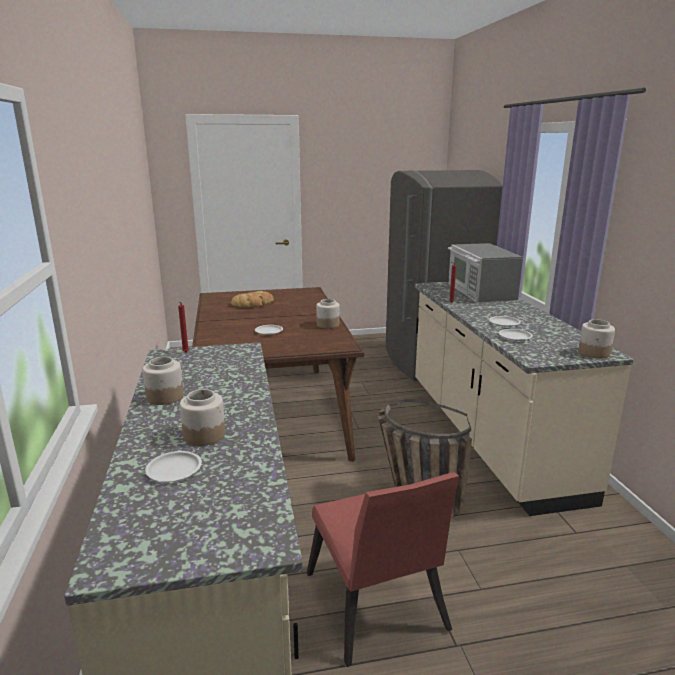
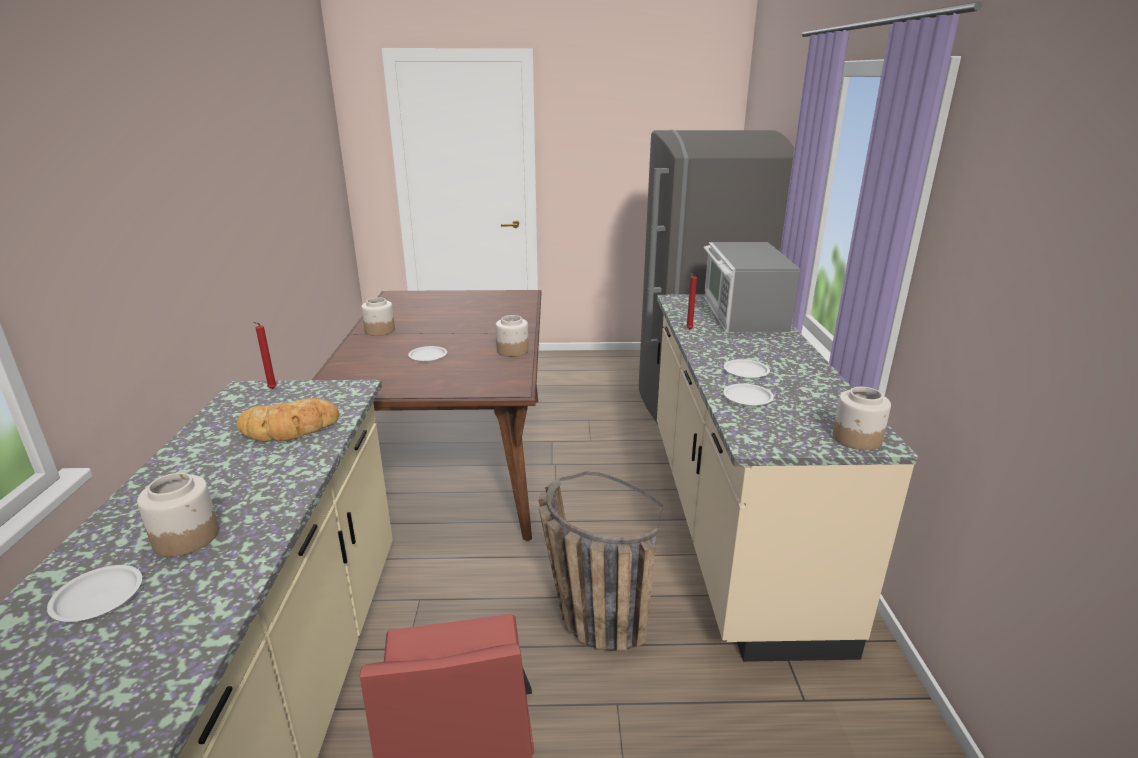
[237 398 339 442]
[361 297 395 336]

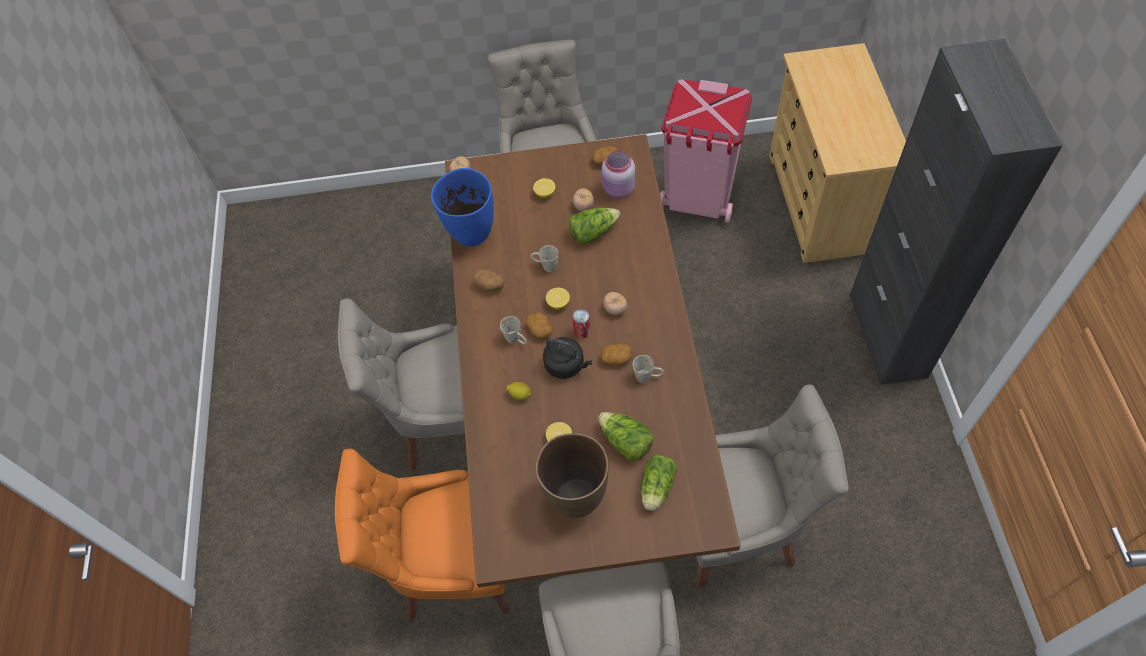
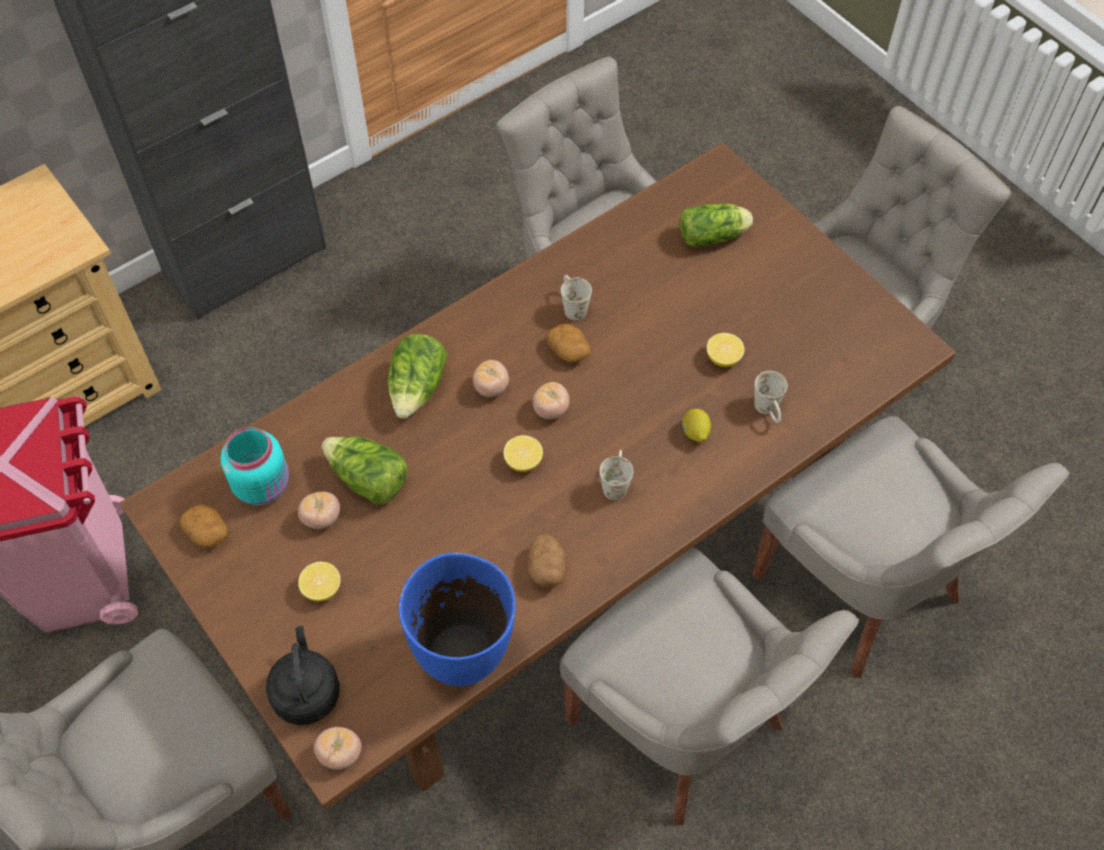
[221 427 289 505]
[266 626 340 725]
[387 334 447 419]
[533 382 569 419]
[753 416 1070 678]
[754 371 787 423]
[525 312 553 339] (first image)
[536 433 609 518] (first image)

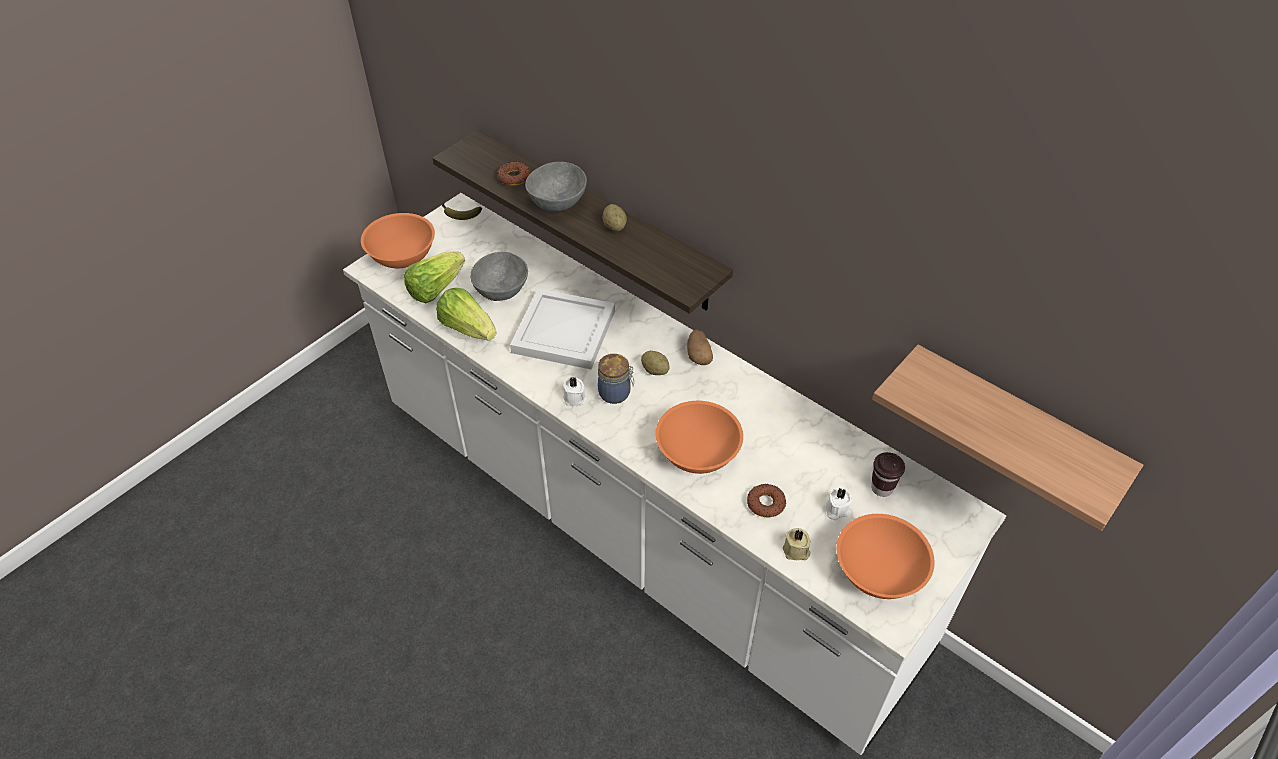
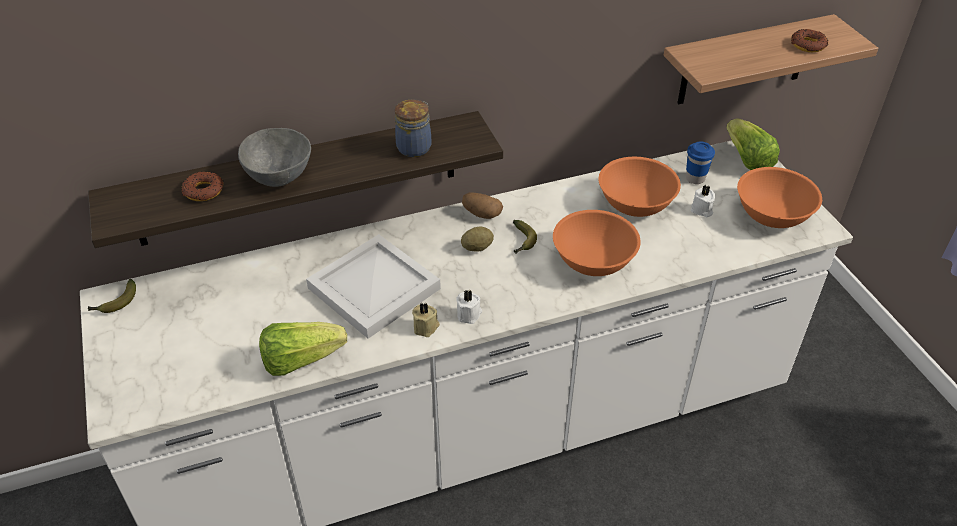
[395 99 431 157]
[412 302 440 337]
[513 220 537 254]
[599 157 681 217]
[686 142 715 184]
[726 119 780 170]
[791 29 828 52]
[470 252 528 301] (first image)
[603 204 627 231] (first image)

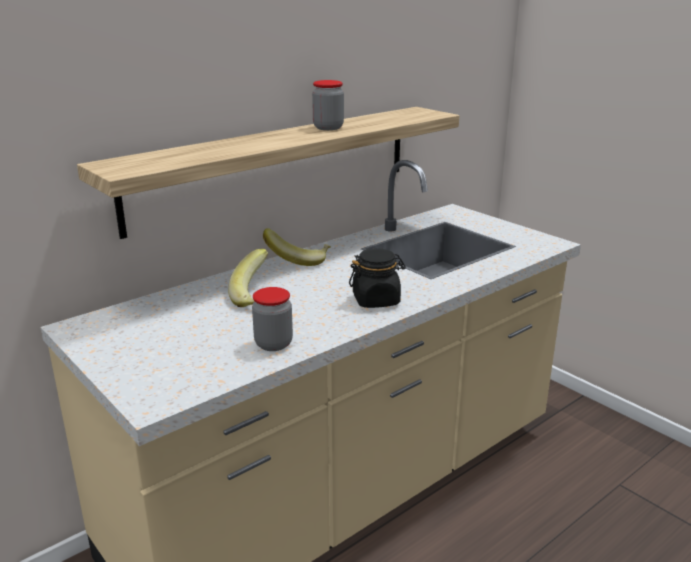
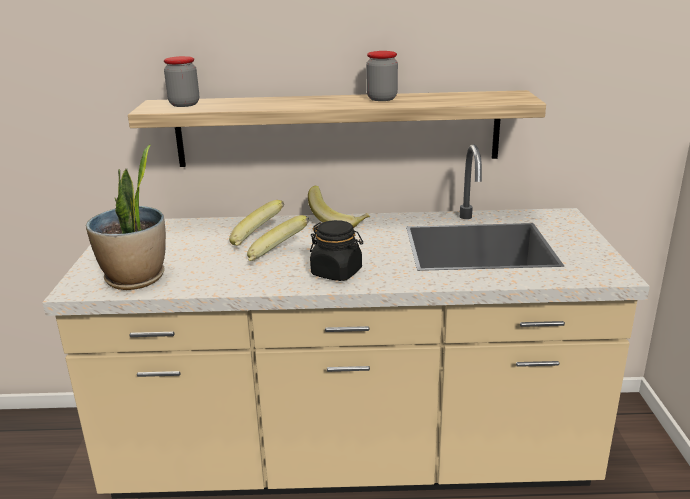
[86 144 166 290]
[164 56 199 107]
[247 215 309 261]

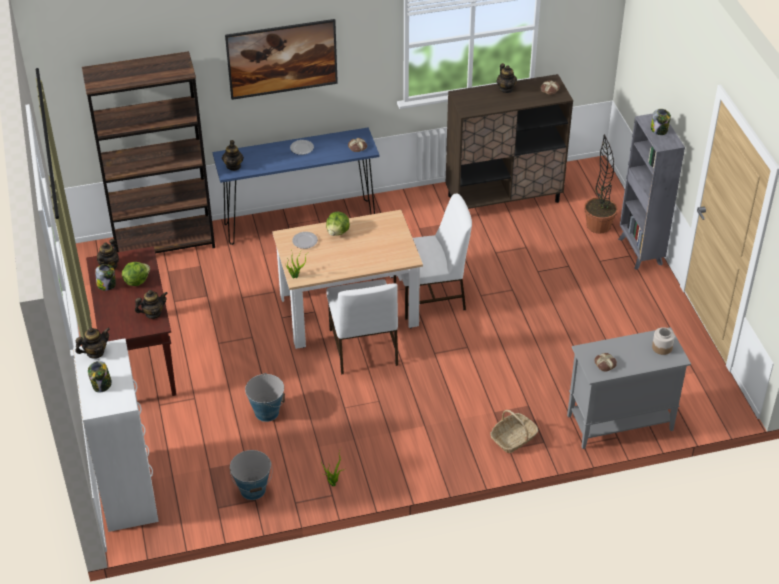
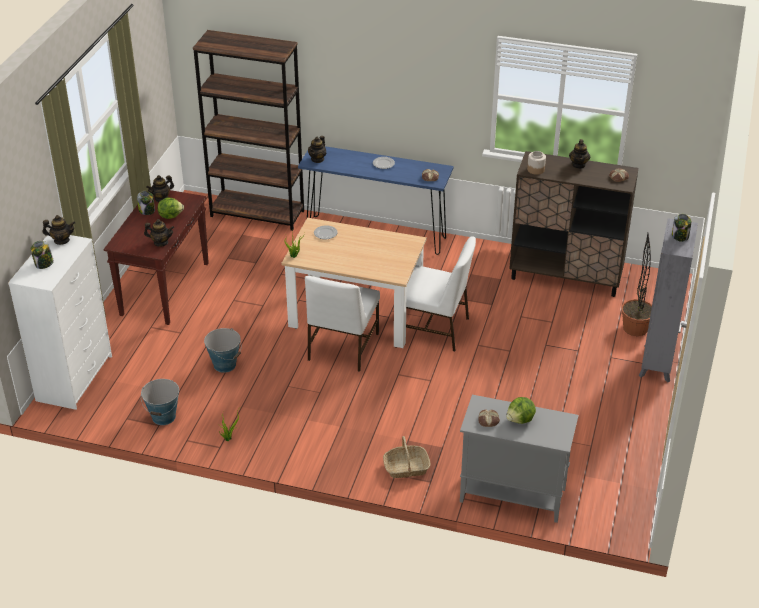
[506 397 536 424]
[527 151 546 175]
[225 19 338 100] (first image)

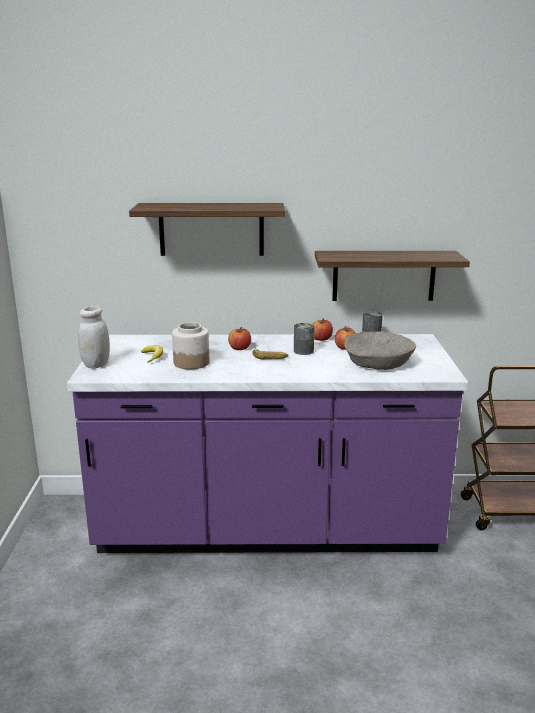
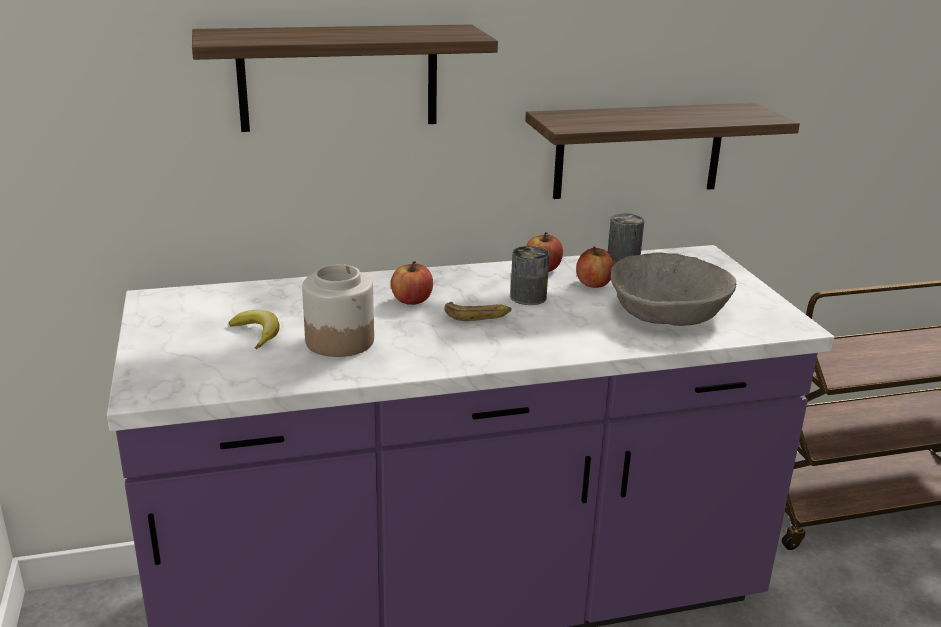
[78 306 110 369] (first image)

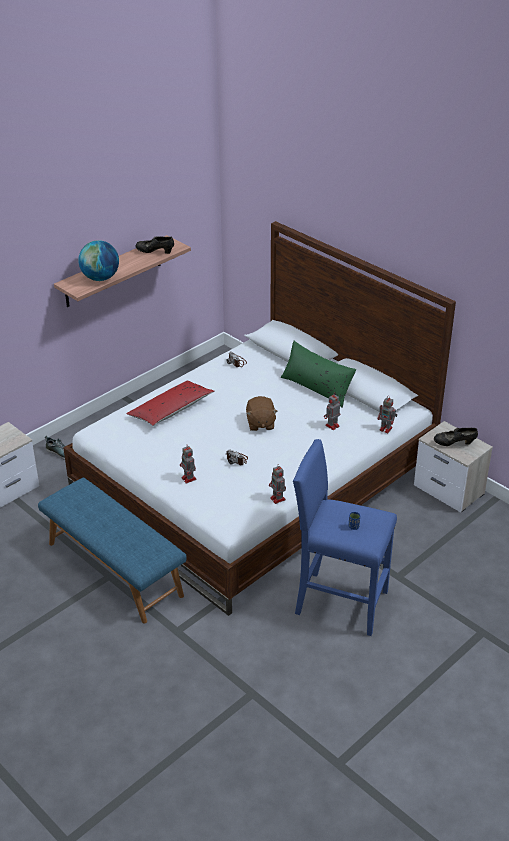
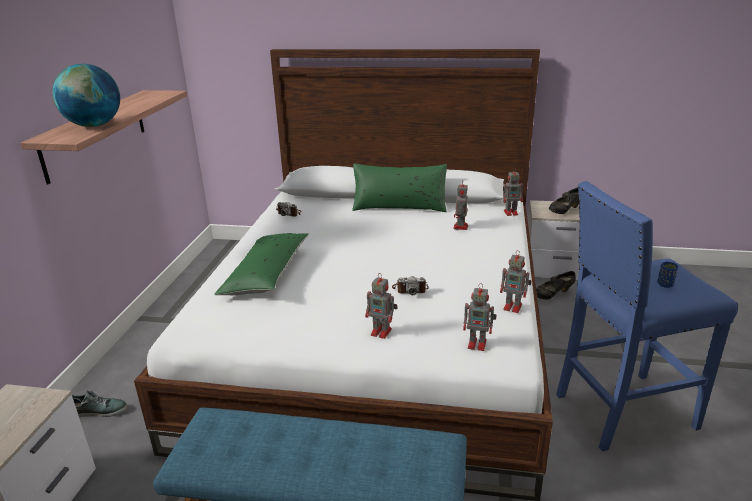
[214 233 309 295]
[463 283 497 351]
[536 271 576 299]
[246 396 278 431] (first image)

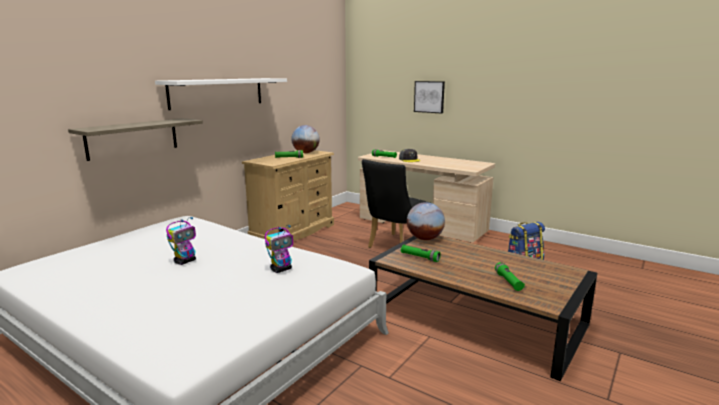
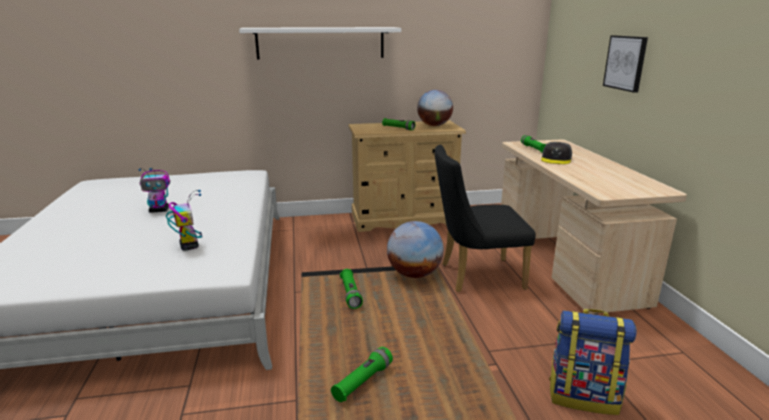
[166 190 202 251]
[68 118 203 161] (first image)

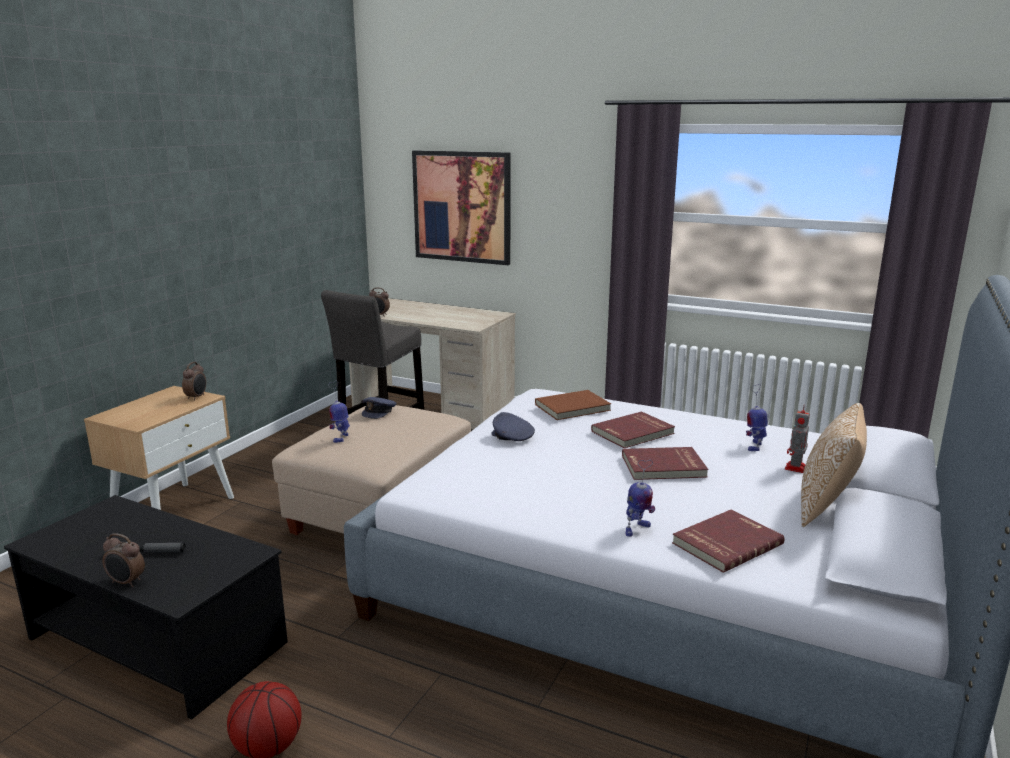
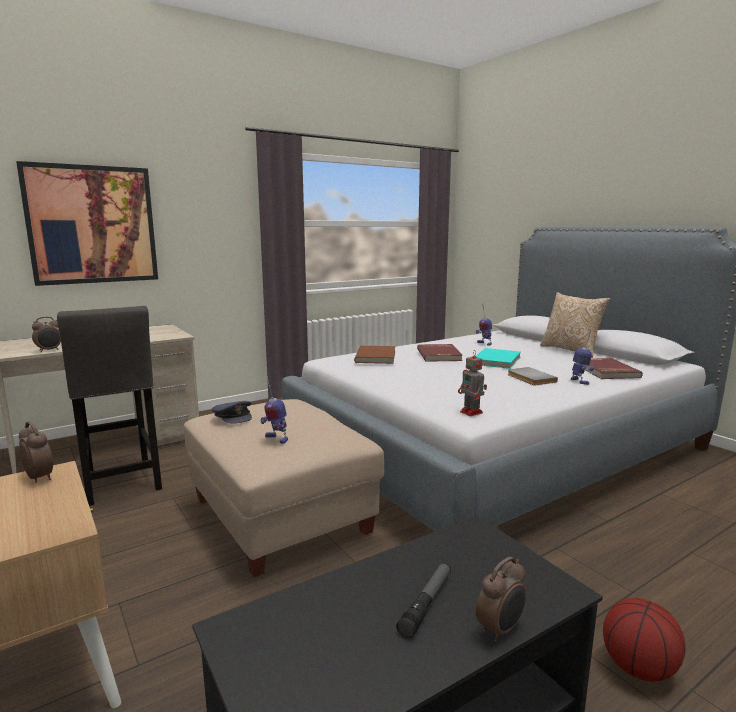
[458 351 487 416]
[476 348 520 369]
[508 367 558 385]
[491 412 535 441] (first image)

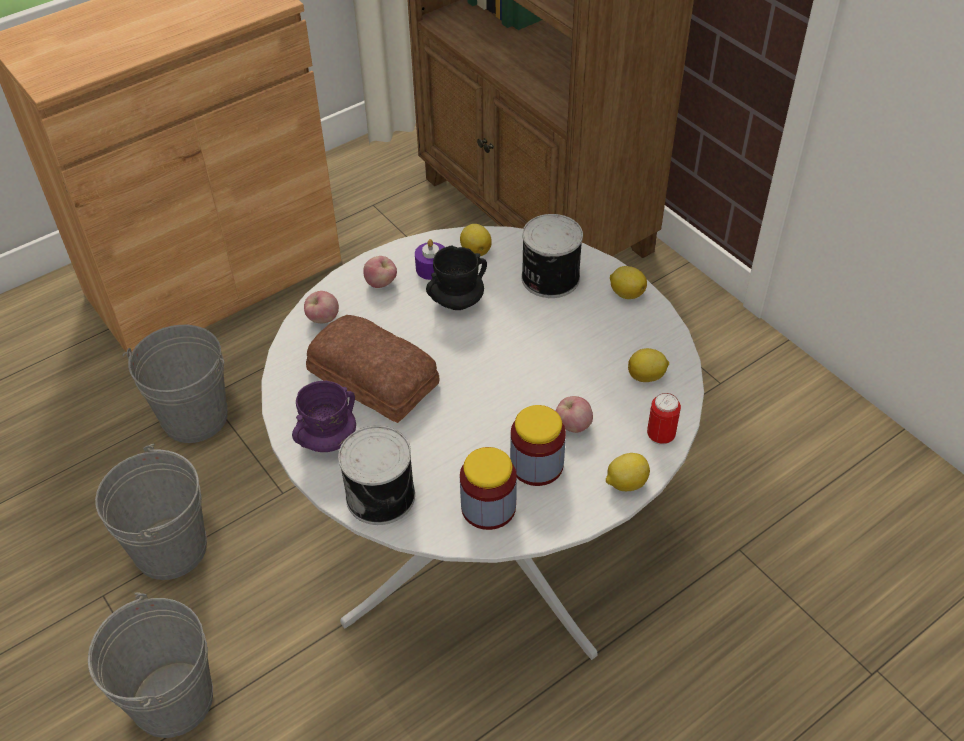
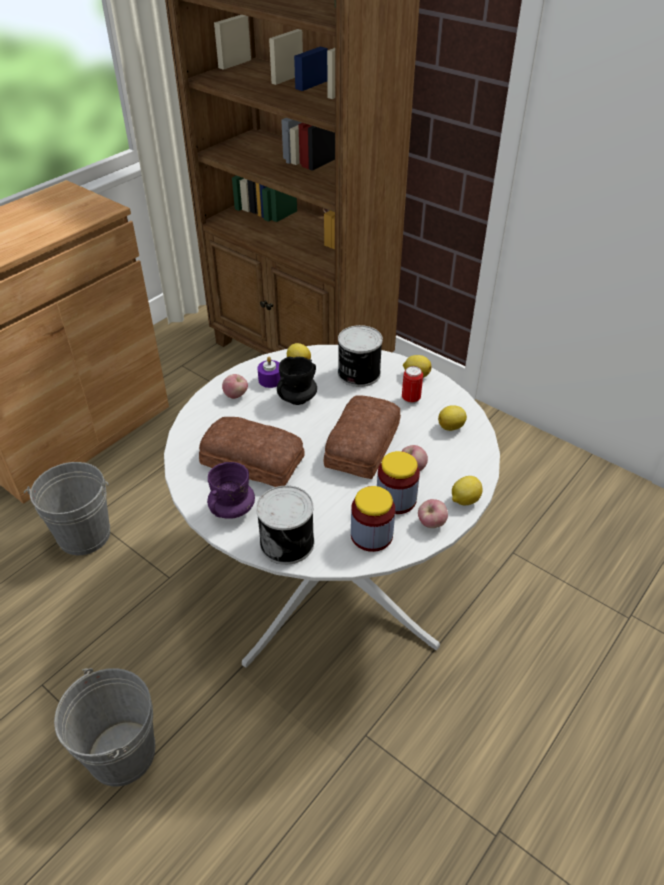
[324 395 401 479]
[402 366 423 404]
[418 499 448 528]
[95 444 207 580] (first image)

